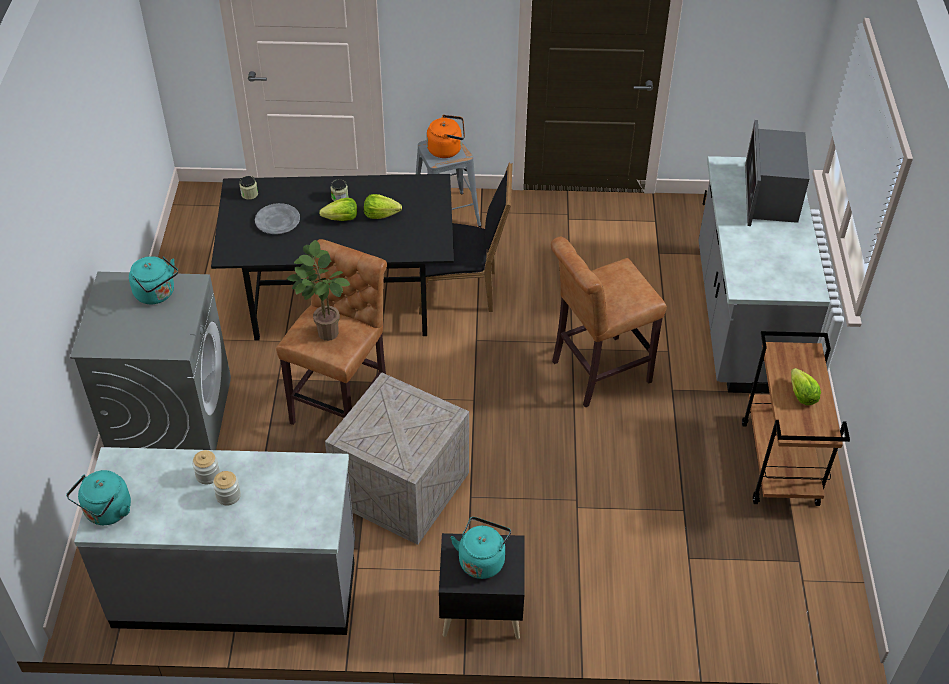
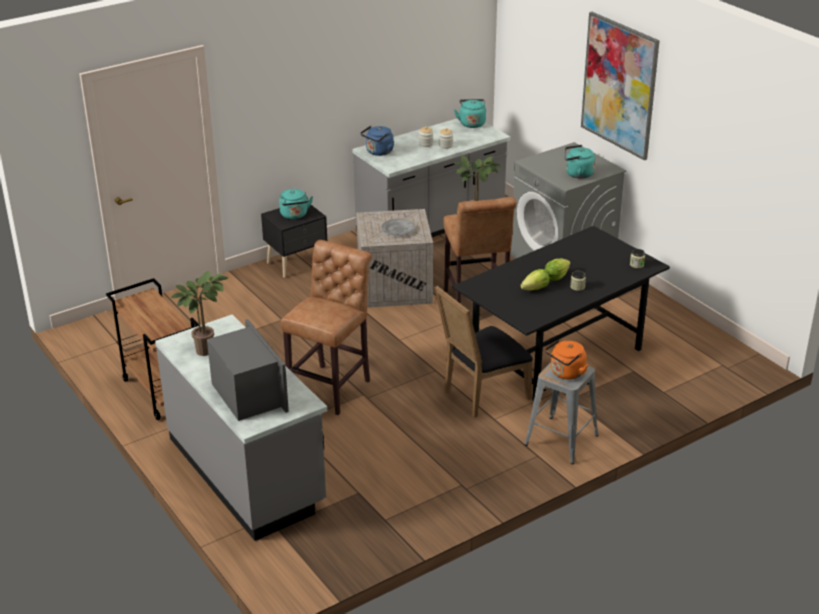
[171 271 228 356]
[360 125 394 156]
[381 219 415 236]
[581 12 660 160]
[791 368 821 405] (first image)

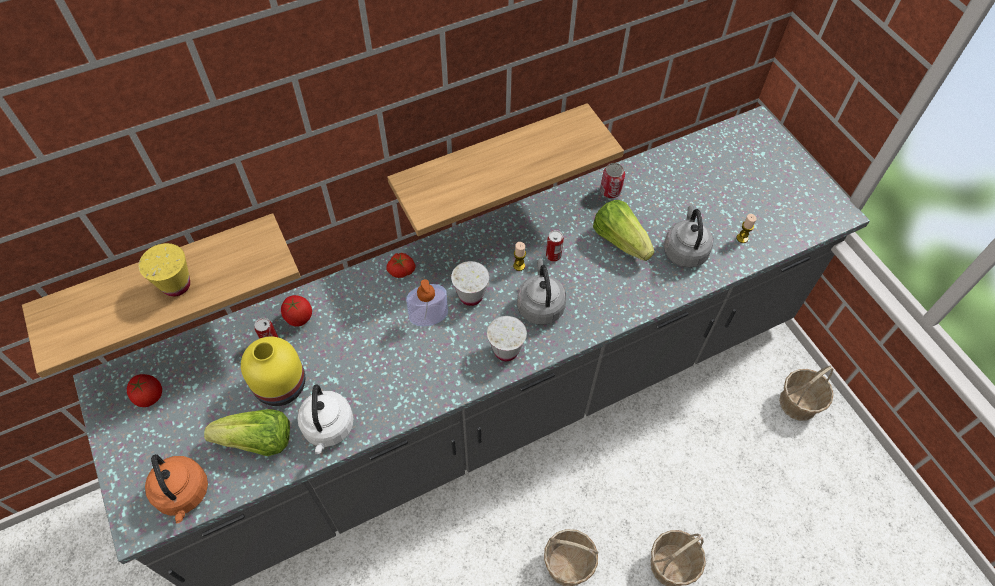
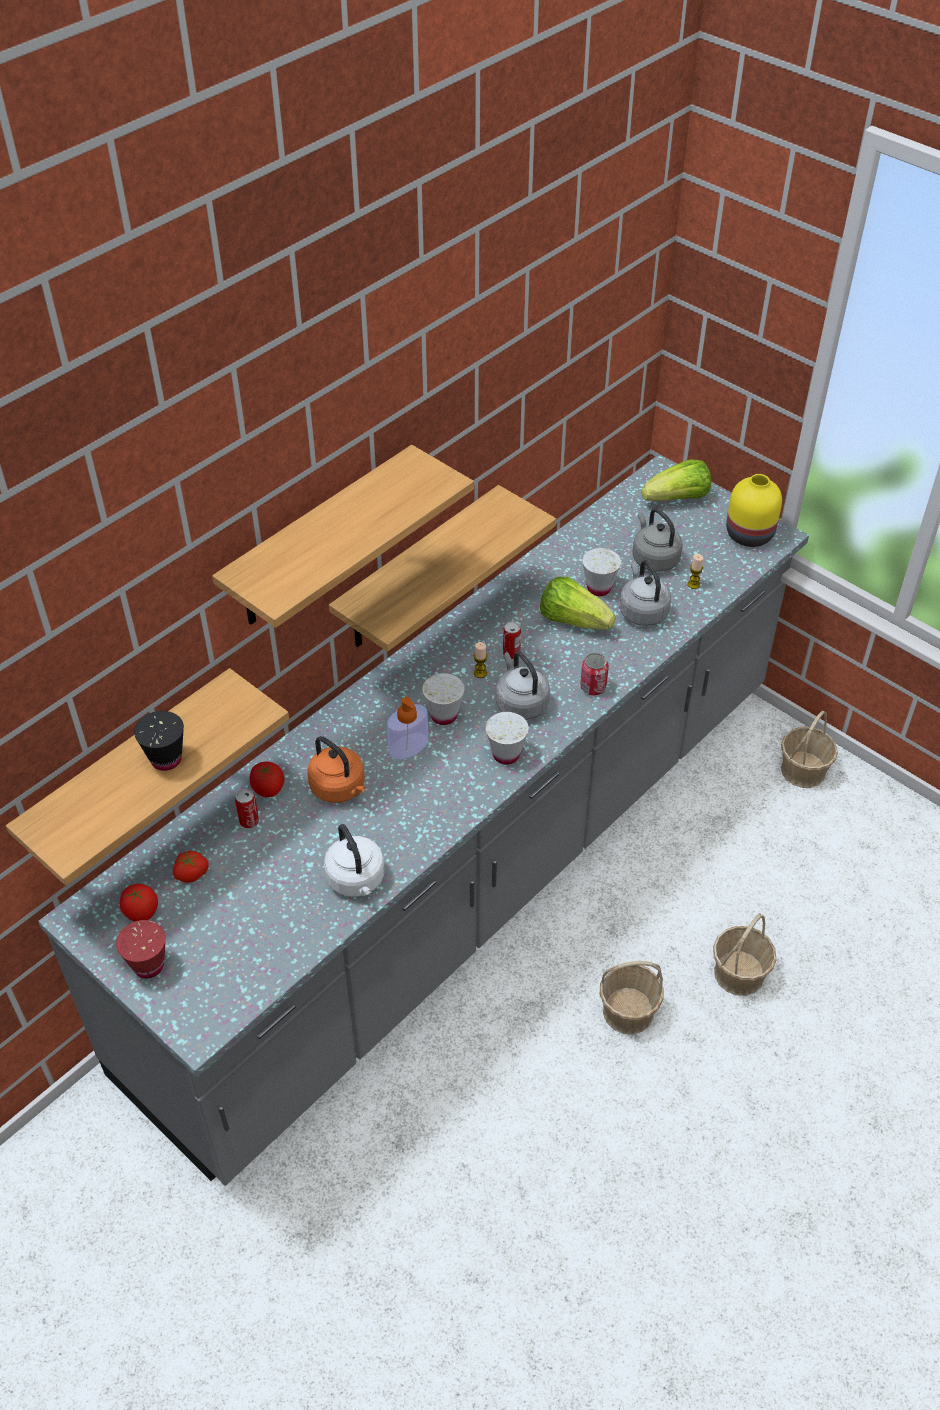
[116 920 166 978]
[134 711 184 771]
[173 851 209 883]
[212 445 474 628]
[307 736 366 803]
[580 653 609 696]
[582 548 621 596]
[632 508 683 572]
[642 459 711 501]
[726 474 782 547]

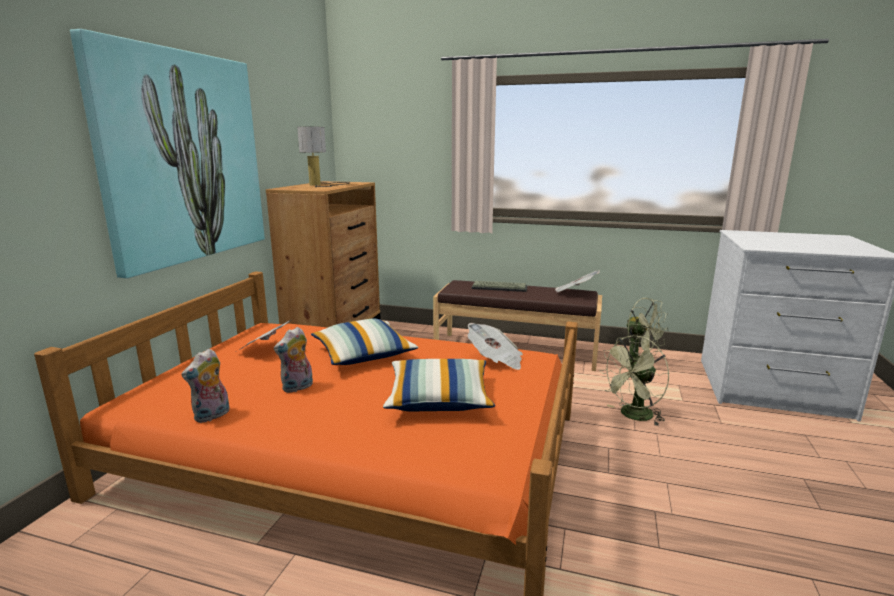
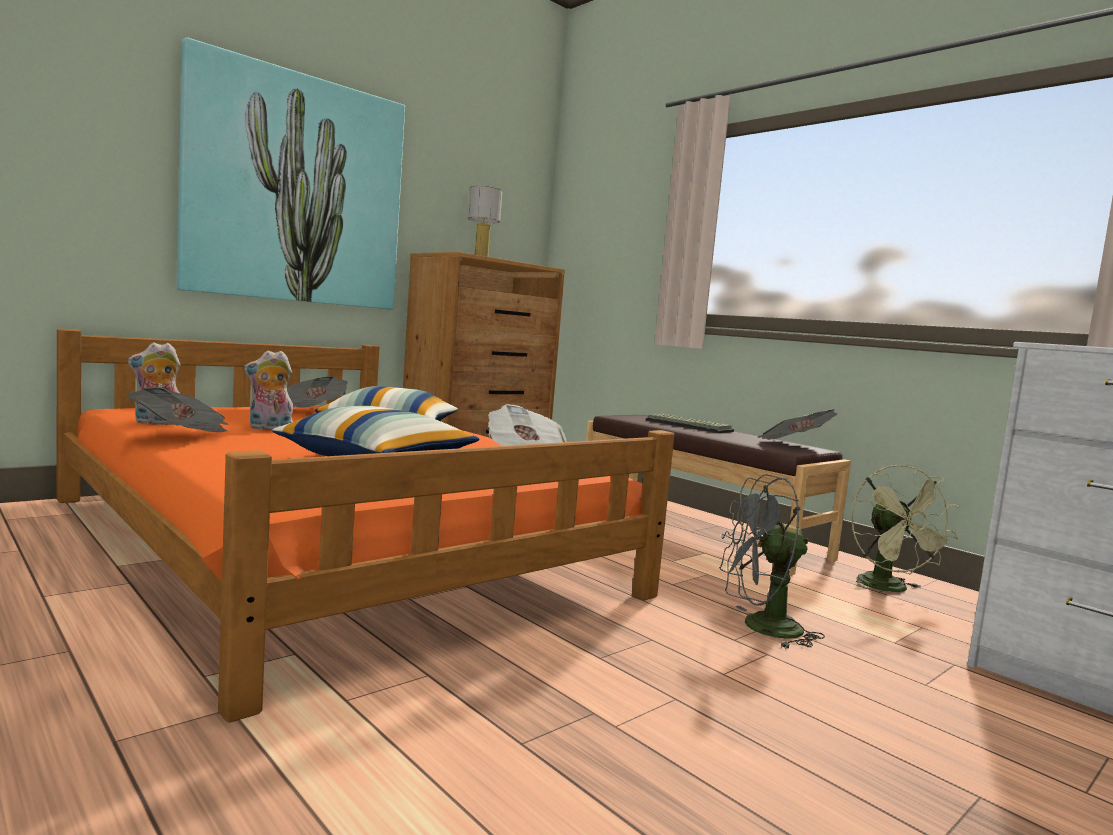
[127 387 229 432]
[719 474 825 649]

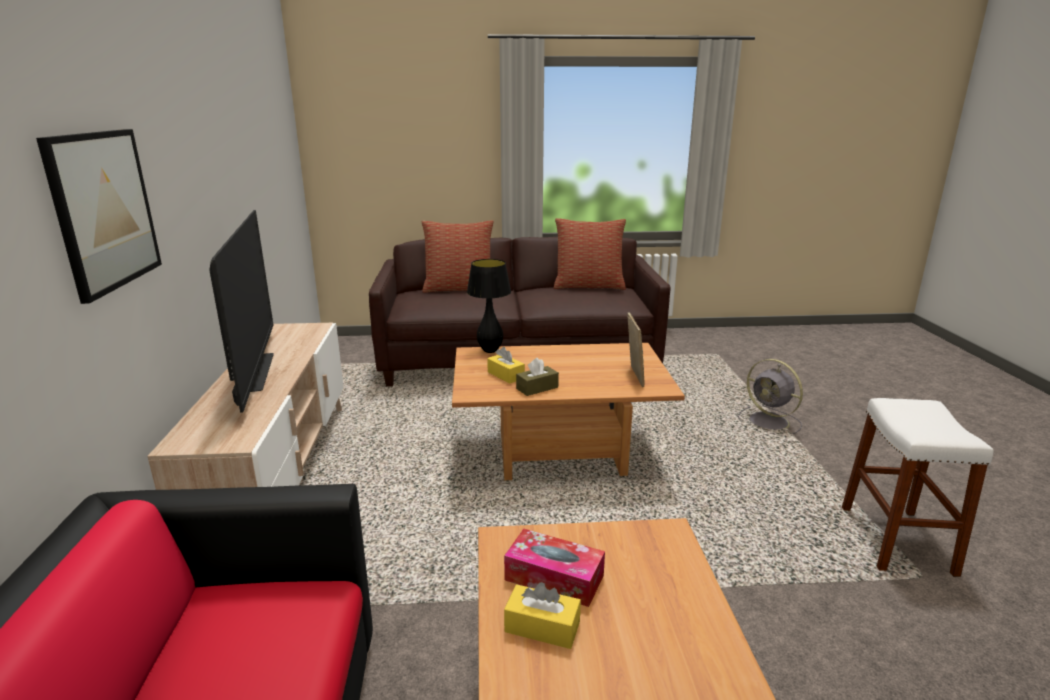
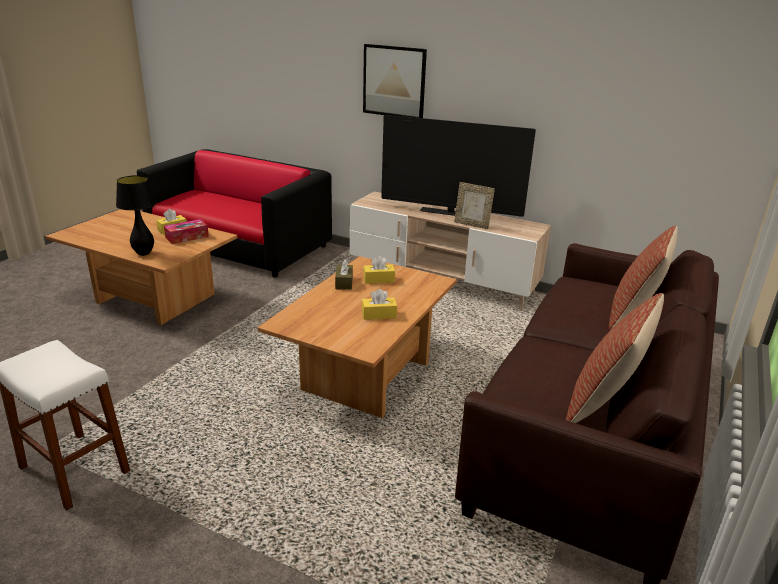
[116 175 156 256]
[362 289 397 320]
[454 182 495 229]
[738 359 803 434] (first image)

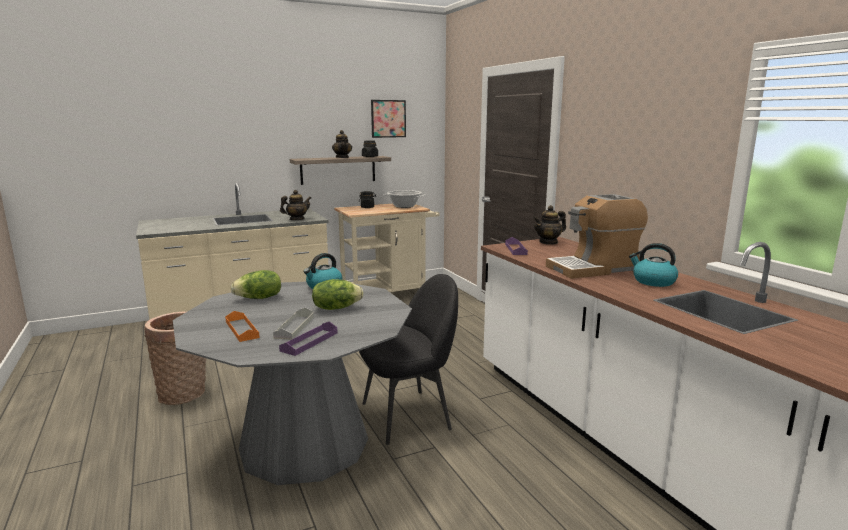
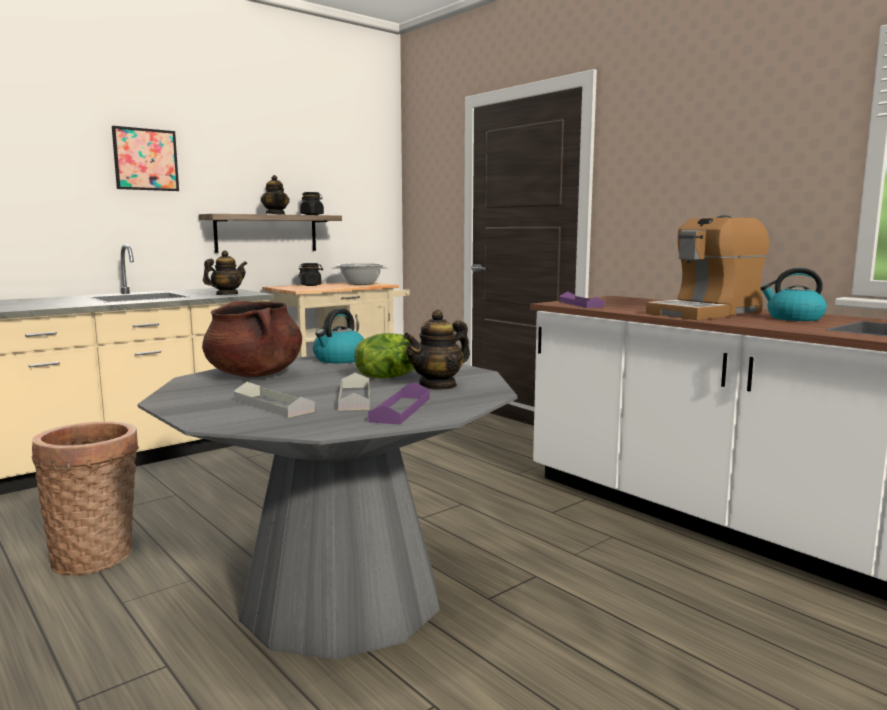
[112 126 179 191]
[202 301 302 377]
[234 382 315 418]
[403 309 470 390]
[359 274 458 445] (first image)

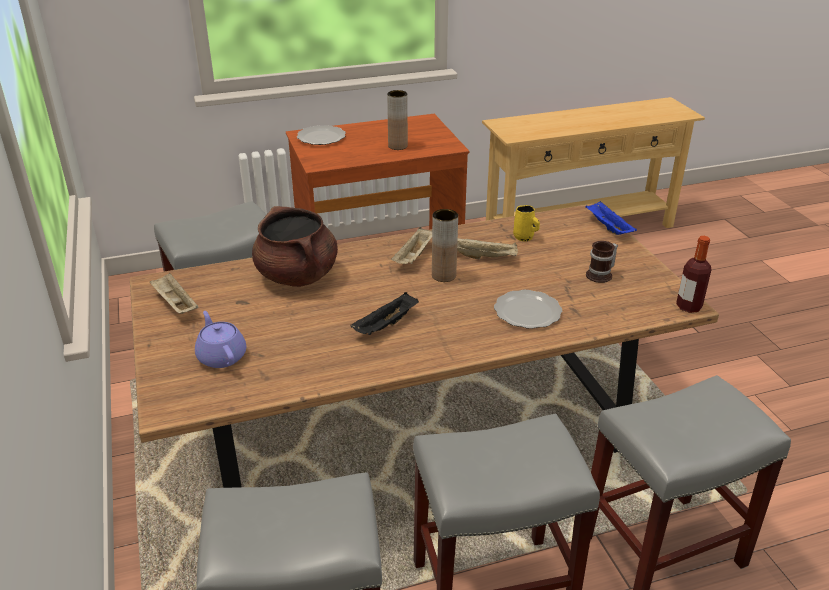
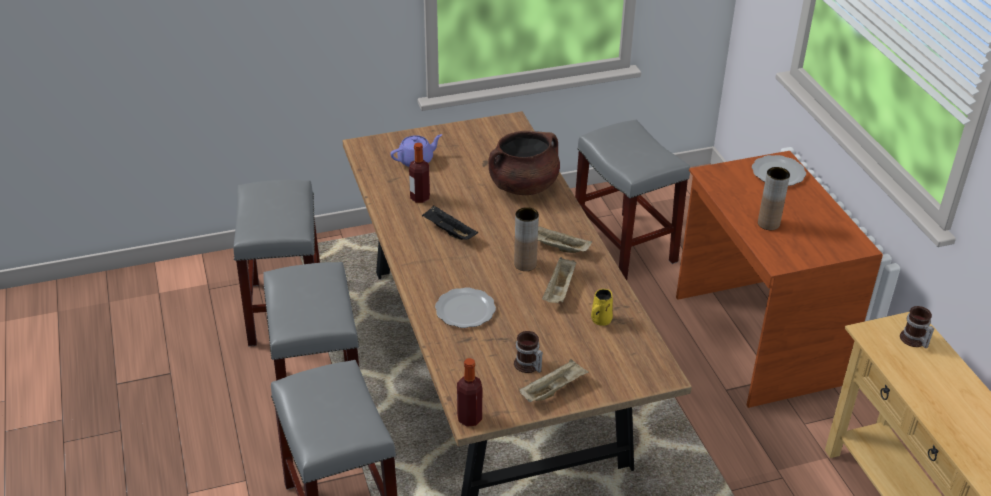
[409 143 430 203]
[519 359 589 402]
[900 306 934 348]
[585 201 637 235] (first image)

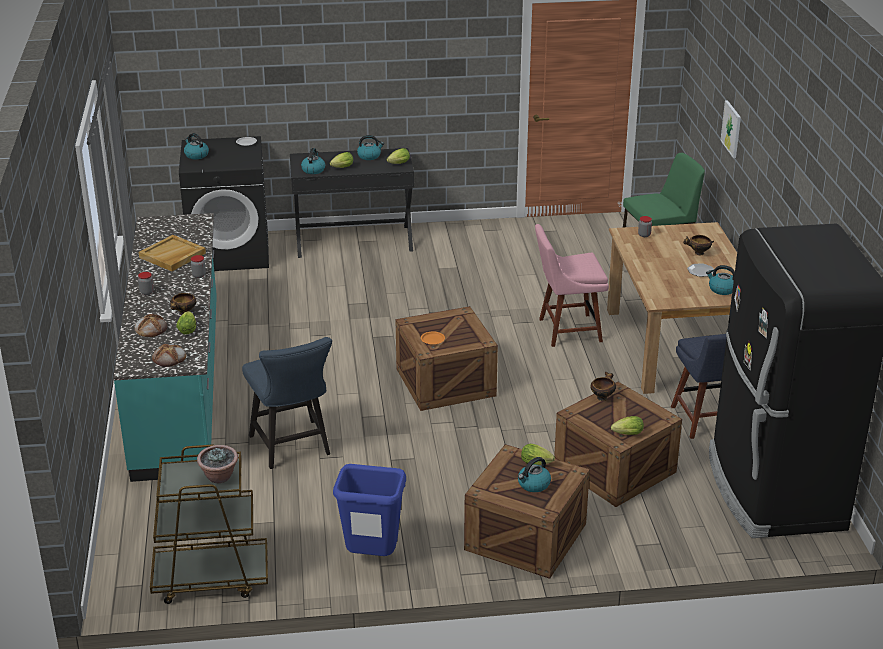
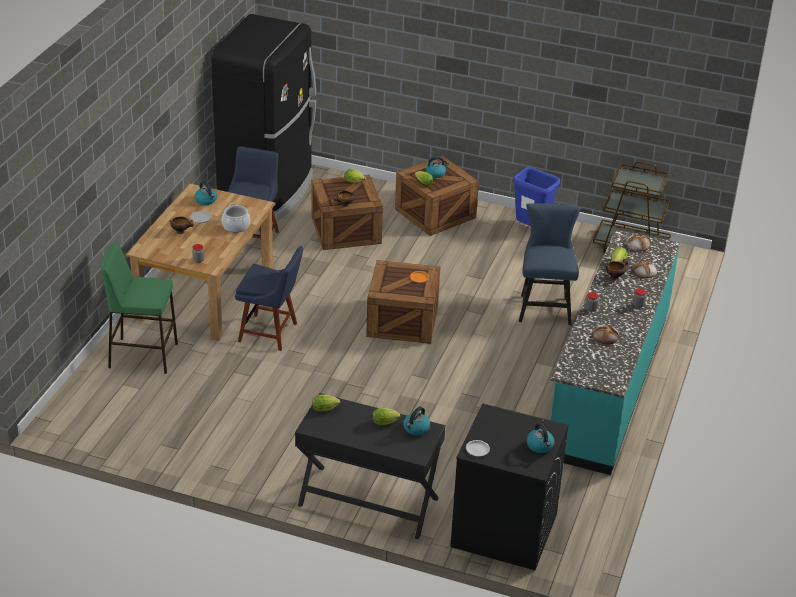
[222 203 250 233]
[235 246 304 351]
[593 325 619 345]
[197 445 238 483] (first image)
[357 135 384 160] (first image)
[720 100 741 158] (first image)

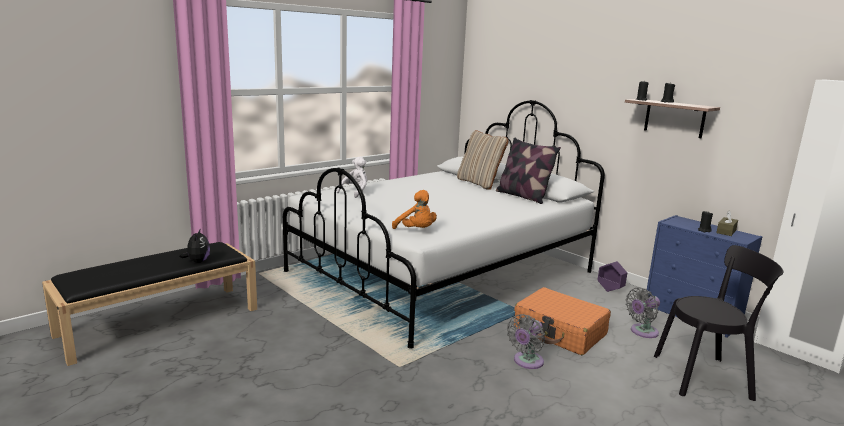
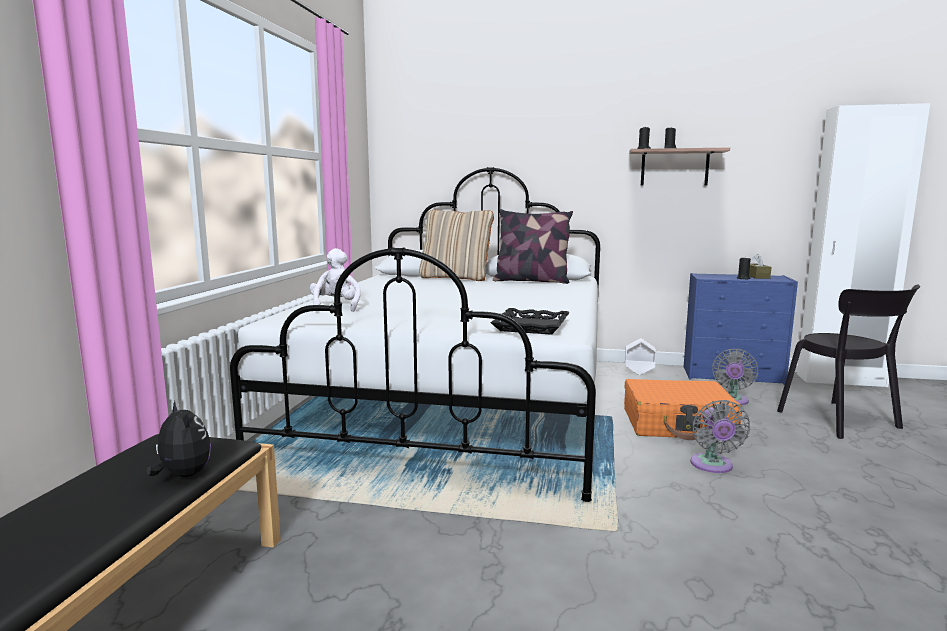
[490 308 570 335]
[625 338 656 375]
[777 285 920 439]

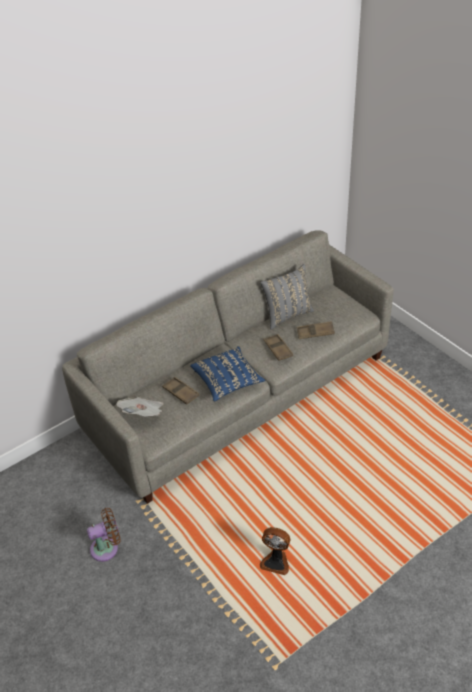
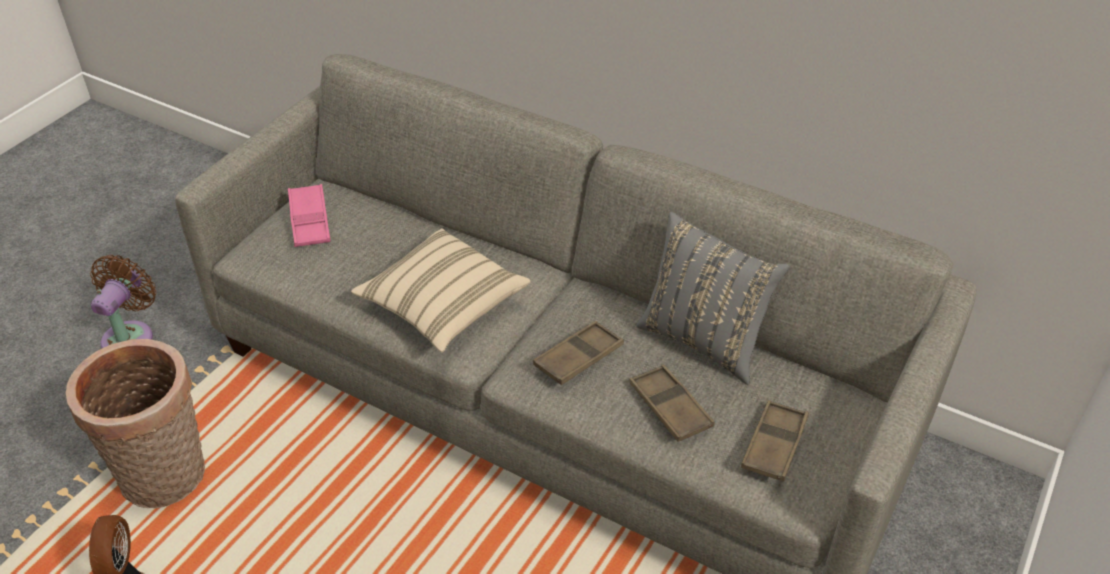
[66 339 205 508]
[90 255 156 348]
[288 184 331 247]
[351 228 530 352]
[741 400 809 482]

